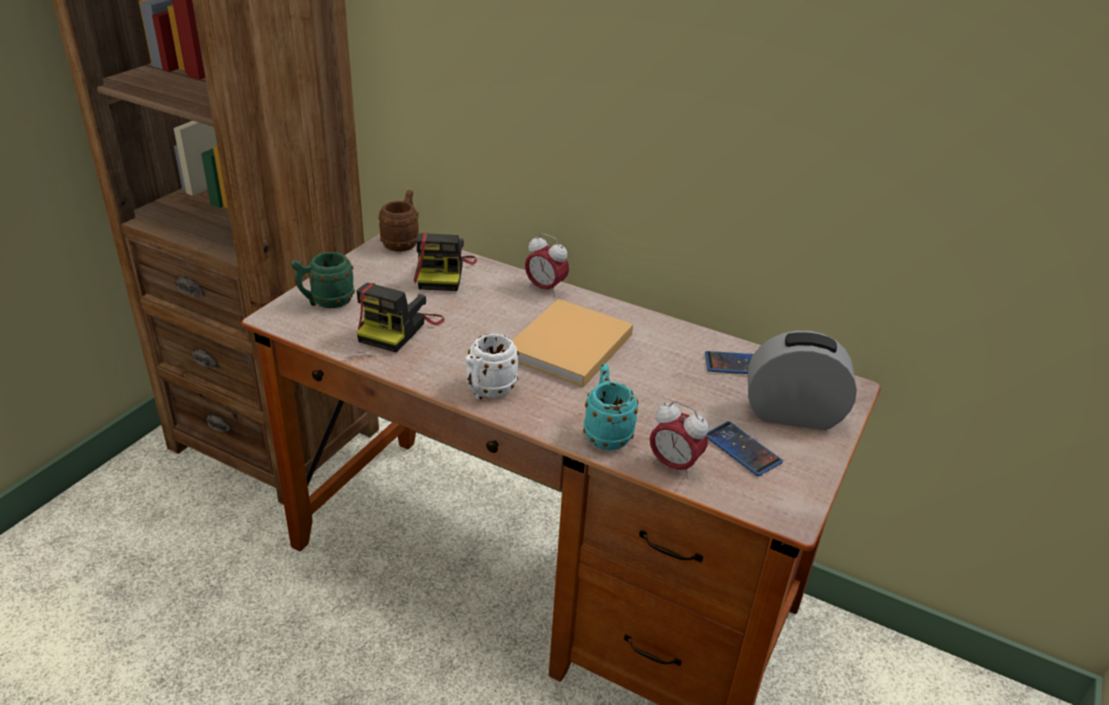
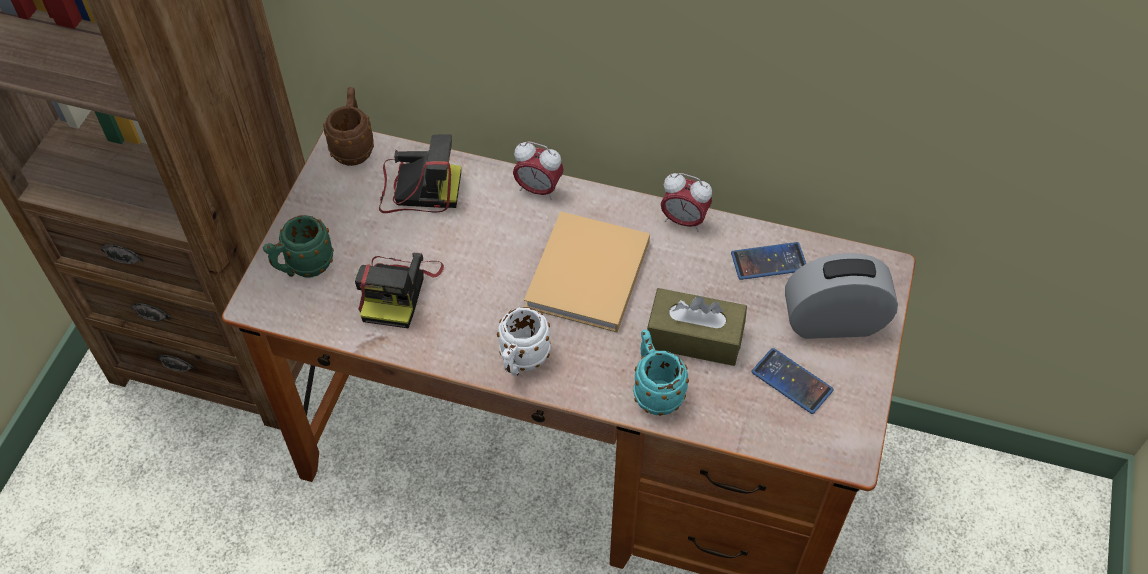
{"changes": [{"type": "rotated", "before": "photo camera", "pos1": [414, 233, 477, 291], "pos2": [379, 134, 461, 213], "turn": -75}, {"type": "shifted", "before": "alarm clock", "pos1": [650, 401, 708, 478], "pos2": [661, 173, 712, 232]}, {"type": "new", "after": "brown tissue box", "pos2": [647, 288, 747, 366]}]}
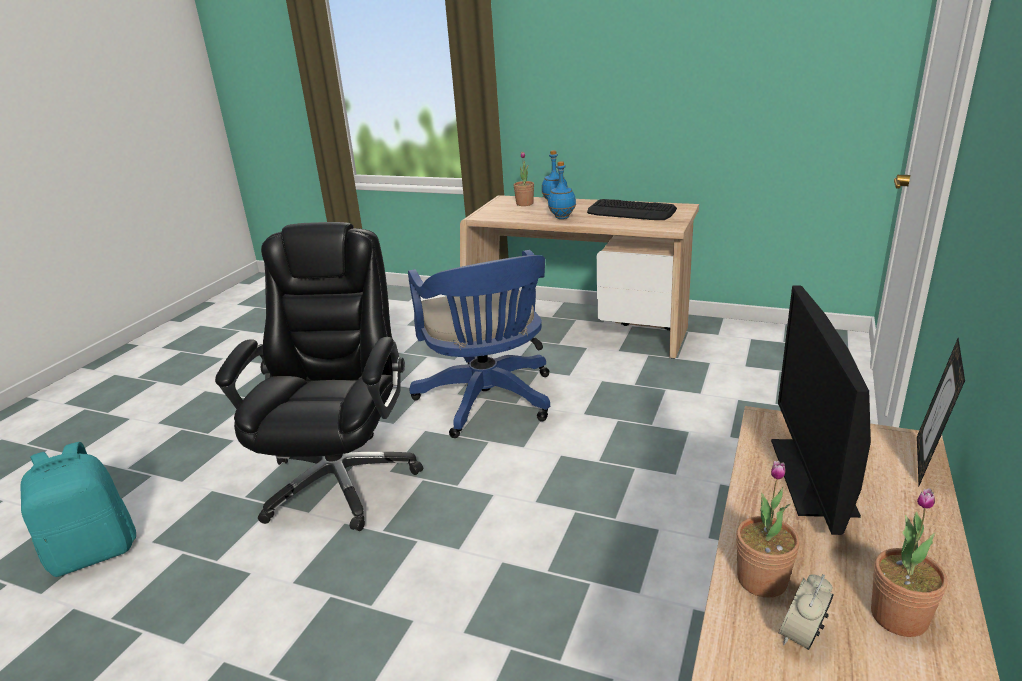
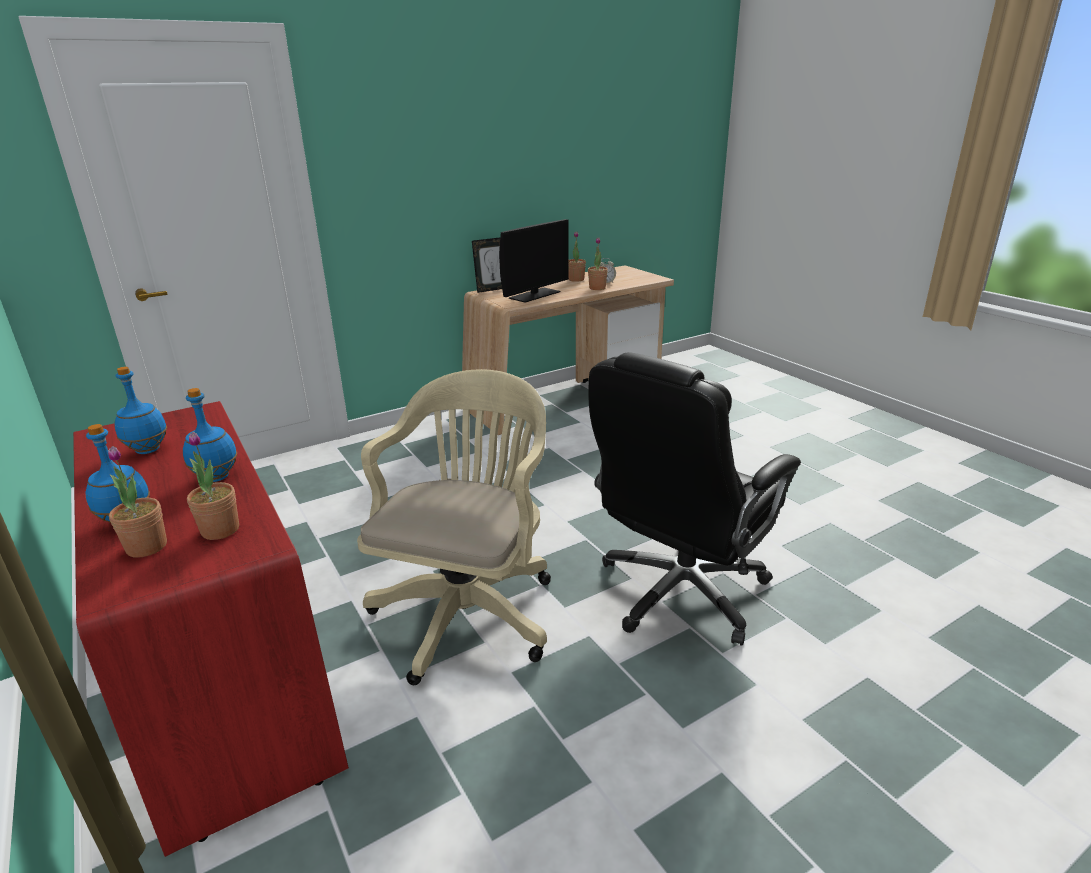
{"changes": [{"type": "gone", "before": "turquoise backpack", "pos1": [20, 442, 136, 577]}, {"type": "repainted", "before": "blue office chair", "after": "beige office chair", "pos1": [408, 250, 550, 438], "pos2": [357, 369, 551, 685]}, {"type": "repainted", "before": "beige desk", "after": "red desk", "pos1": [460, 195, 699, 359], "pos2": [73, 401, 349, 857]}, {"type": "swapped", "before": "keyboard", "after": "blue bottle", "pos1": [587, 199, 677, 220], "pos2": [114, 367, 167, 454]}, {"type": "new", "after": "potted plant", "pos2": [187, 432, 239, 540]}]}
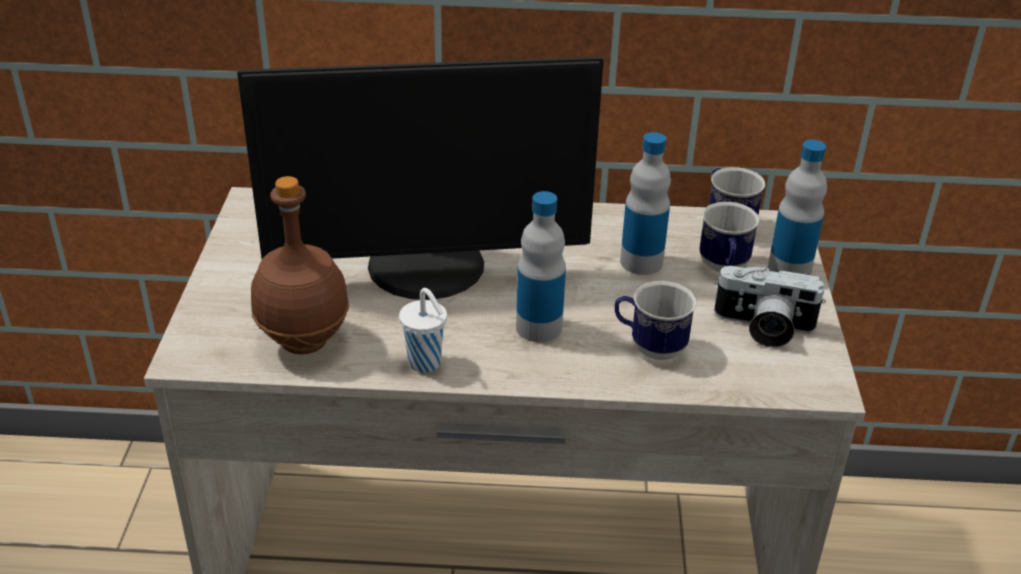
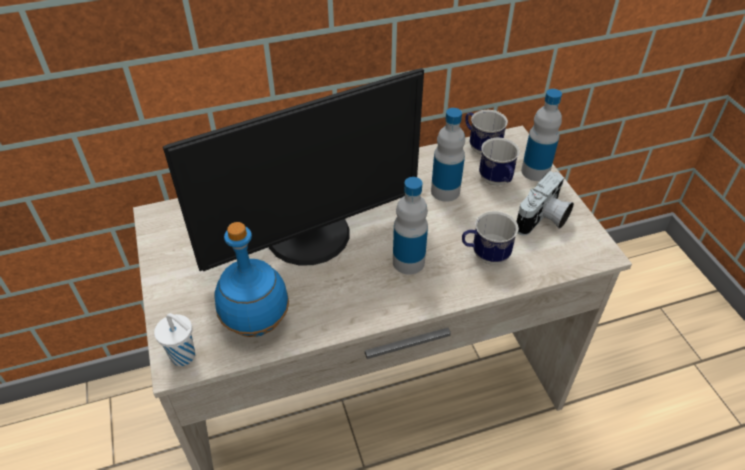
{"changes": [{"type": "repainted", "before": "brown bottle", "after": "blue bottle", "pos1": [251, 176, 349, 354], "pos2": [214, 222, 289, 337]}, {"type": "shifted", "before": "white cup", "pos1": [399, 288, 447, 373], "pos2": [154, 313, 195, 366]}, {"type": "rotated", "before": "photo camera", "pos1": [714, 266, 826, 348], "pos2": [516, 171, 574, 235], "turn": -45}]}
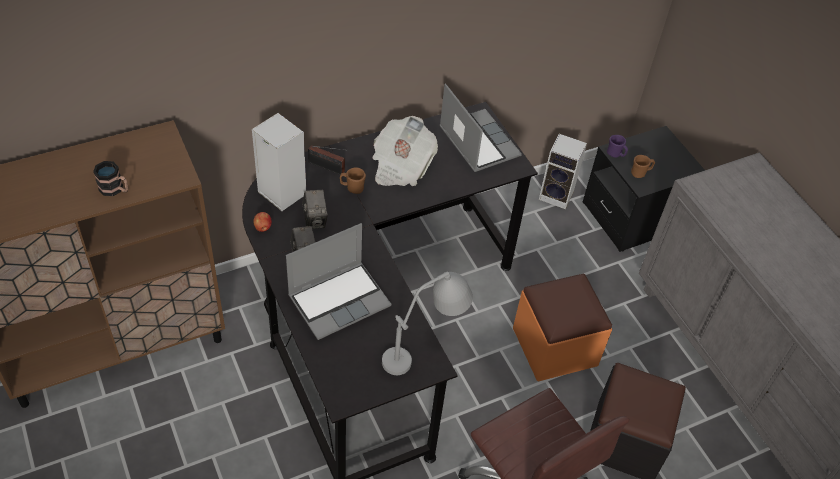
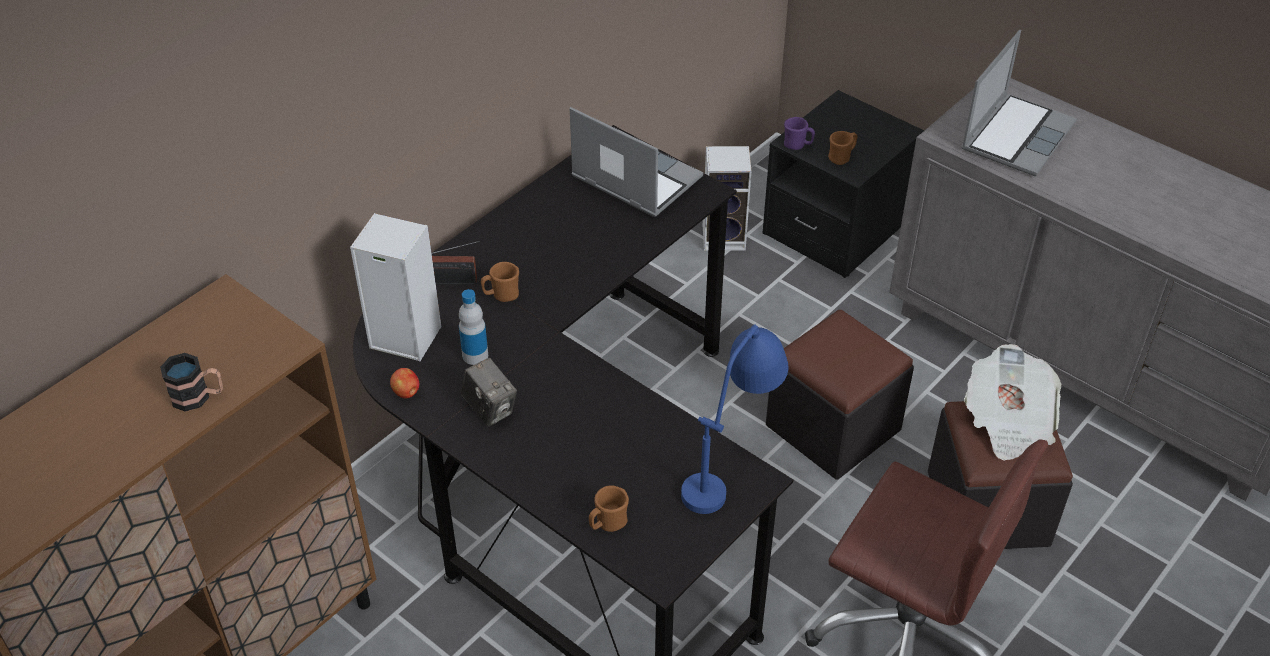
{"changes": [{"type": "shifted", "before": "laptop", "pos1": [286, 223, 391, 340], "pos2": [962, 30, 1077, 177]}, {"type": "swapped", "before": "photo camera", "after": "bottle", "pos1": [302, 190, 328, 229], "pos2": [459, 289, 488, 365]}, {"type": "shifted", "before": "newspaper", "pos1": [372, 116, 438, 186], "pos2": [964, 344, 1061, 461]}, {"type": "repainted", "before": "grey table lamp", "after": "blue table lamp", "pos1": [382, 271, 473, 375], "pos2": [681, 324, 788, 514]}, {"type": "repainted", "before": "orange ottoman", "after": "black ottoman", "pos1": [513, 274, 612, 381], "pos2": [766, 310, 914, 480]}, {"type": "new", "after": "brown mug", "pos2": [589, 485, 629, 532]}]}
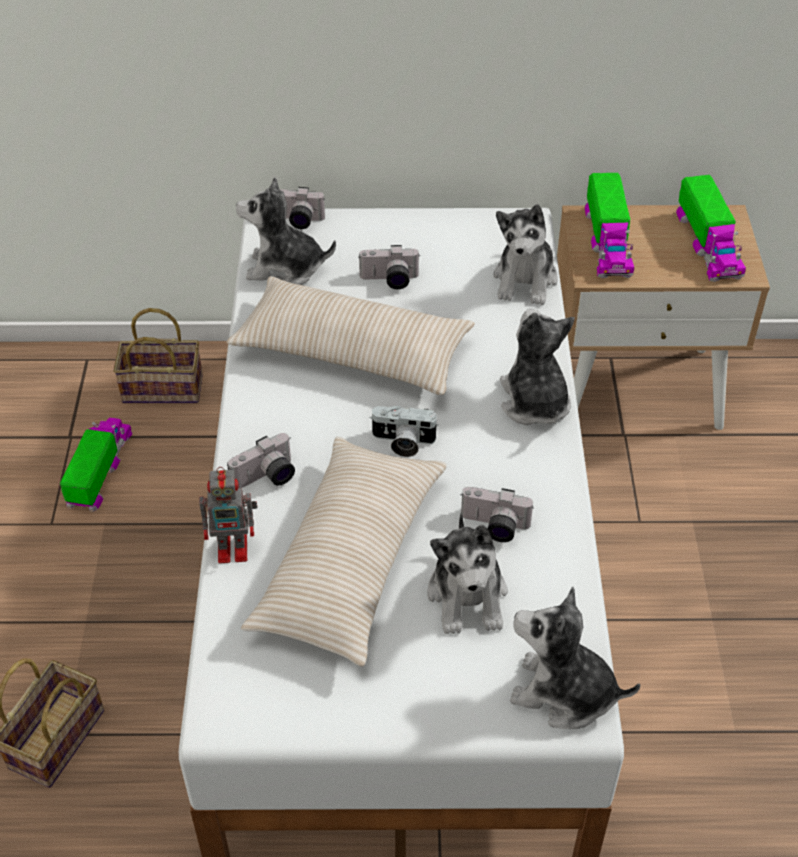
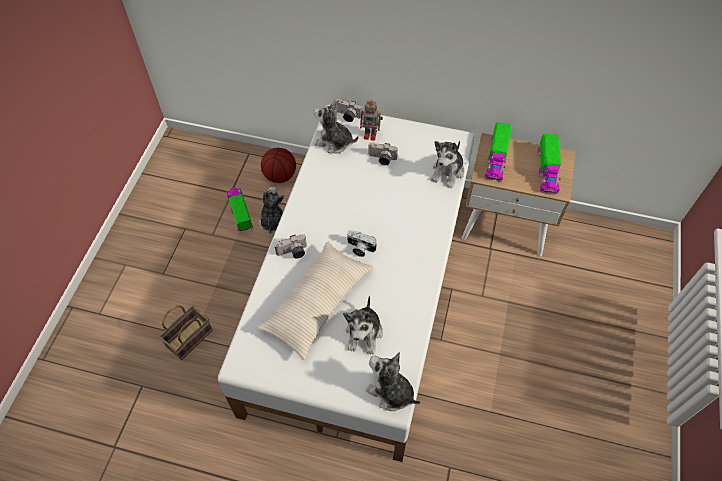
{"changes": [{"type": "rotated", "before": "toy truck", "pos1": [60, 418, 132, 512], "pos2": [226, 187, 253, 234], "turn": -45}, {"type": "swapped", "before": "basket", "after": "basketball", "pos1": [113, 308, 203, 403], "pos2": [261, 148, 296, 183]}, {"type": "shifted", "before": "toy robot", "pos1": [199, 467, 257, 563], "pos2": [360, 100, 383, 141]}, {"type": "gone", "before": "beige pillow", "pos1": [227, 276, 475, 395]}, {"type": "gone", "before": "photo camera", "pos1": [461, 487, 534, 542]}, {"type": "shifted", "before": "plush toy", "pos1": [500, 309, 575, 425], "pos2": [259, 186, 284, 234]}]}
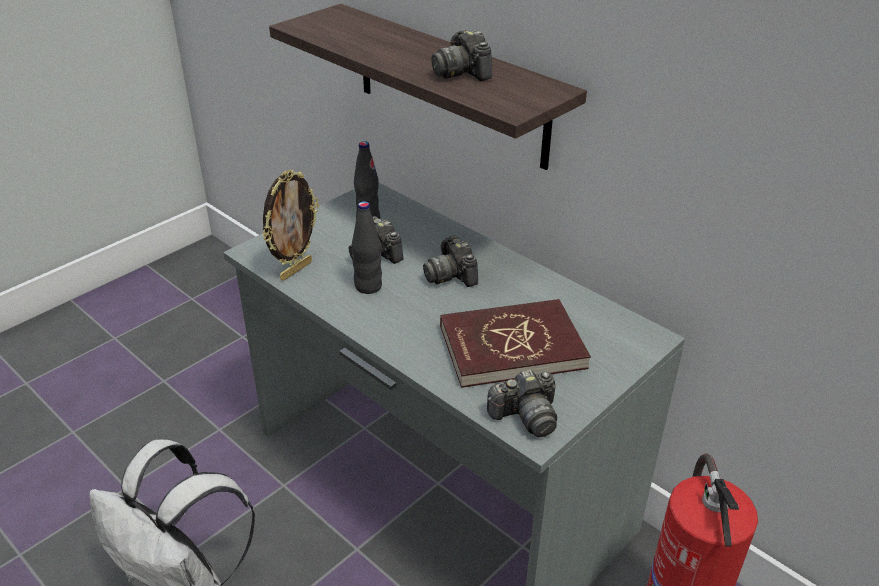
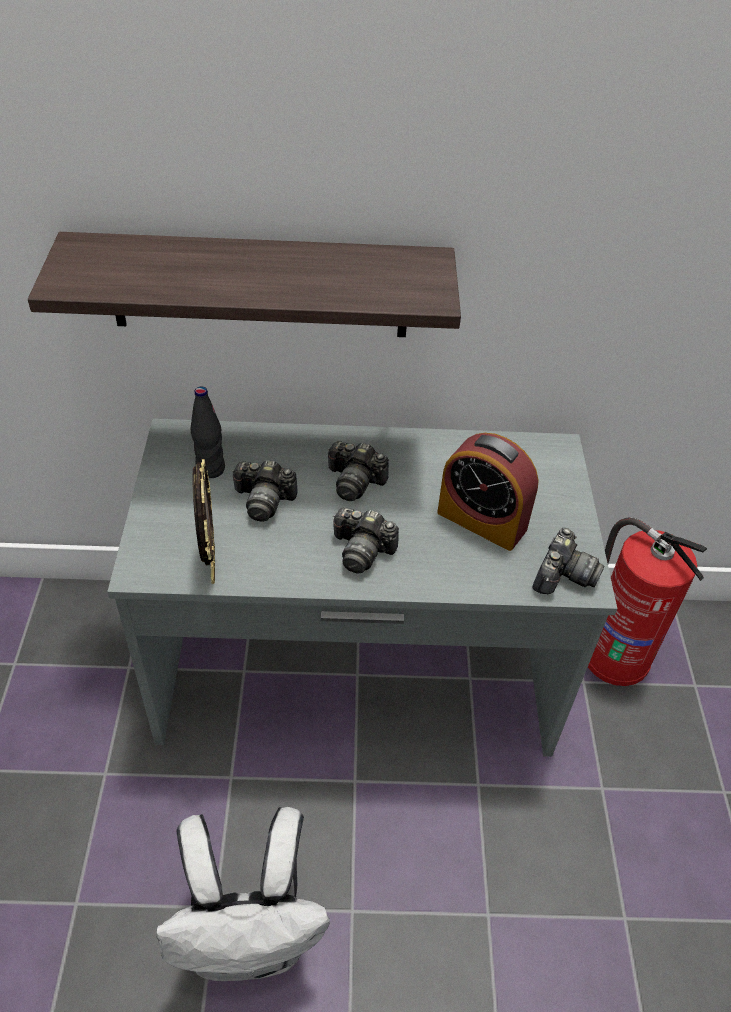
{"changes": [{"type": "gone", "before": "black bottle", "pos1": [352, 201, 382, 294]}, {"type": "shifted", "before": "photo camera", "pos1": [431, 30, 492, 81], "pos2": [333, 507, 399, 573]}, {"type": "swapped", "before": "red book", "after": "alarm clock", "pos1": [440, 299, 591, 388], "pos2": [437, 433, 539, 551]}]}
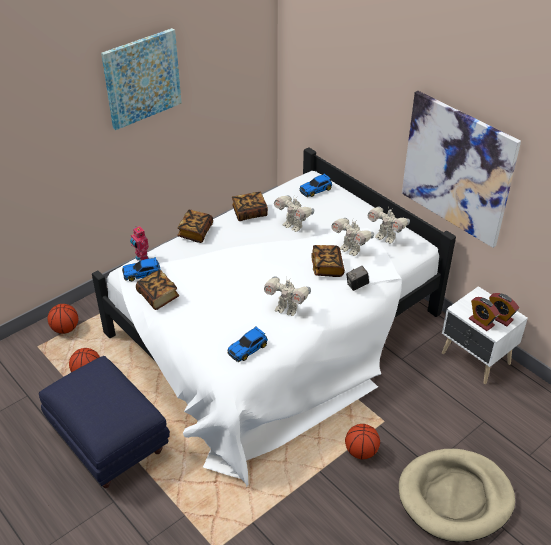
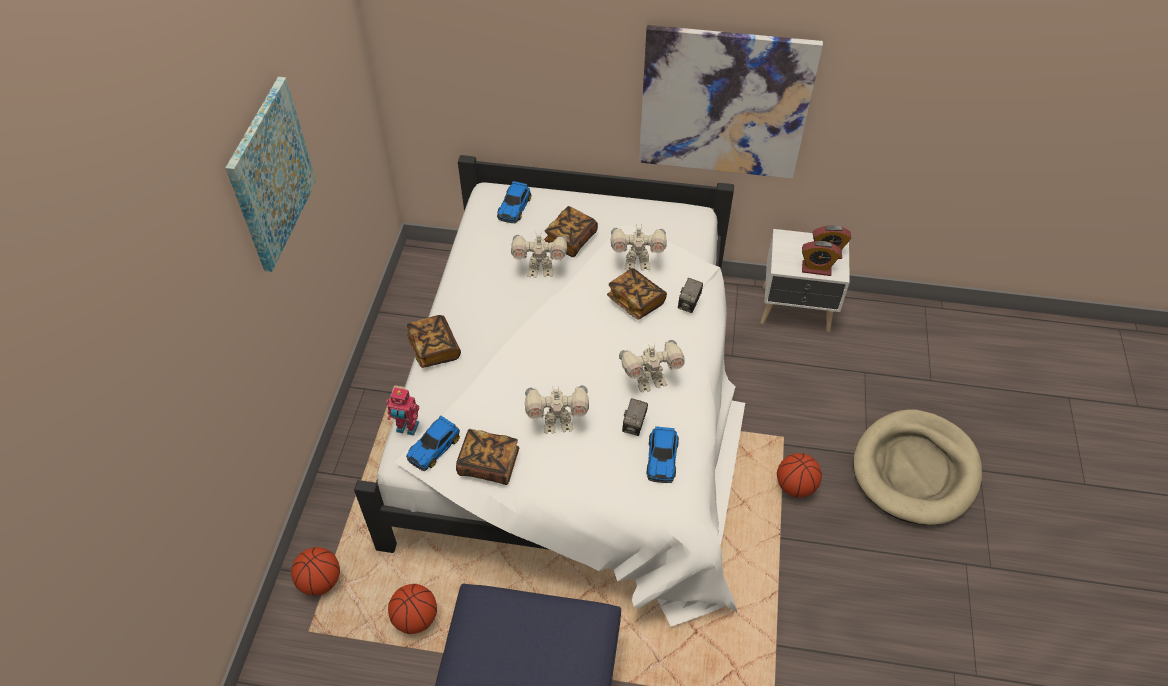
{"changes": [{"type": "shifted", "before": "book", "pos1": [232, 192, 268, 221], "pos2": [544, 206, 598, 257]}, {"type": "shifted", "before": "toy robot", "pos1": [368, 207, 410, 243], "pos2": [525, 385, 589, 434]}, {"type": "new", "after": "photo camera", "pos2": [622, 398, 648, 436]}]}
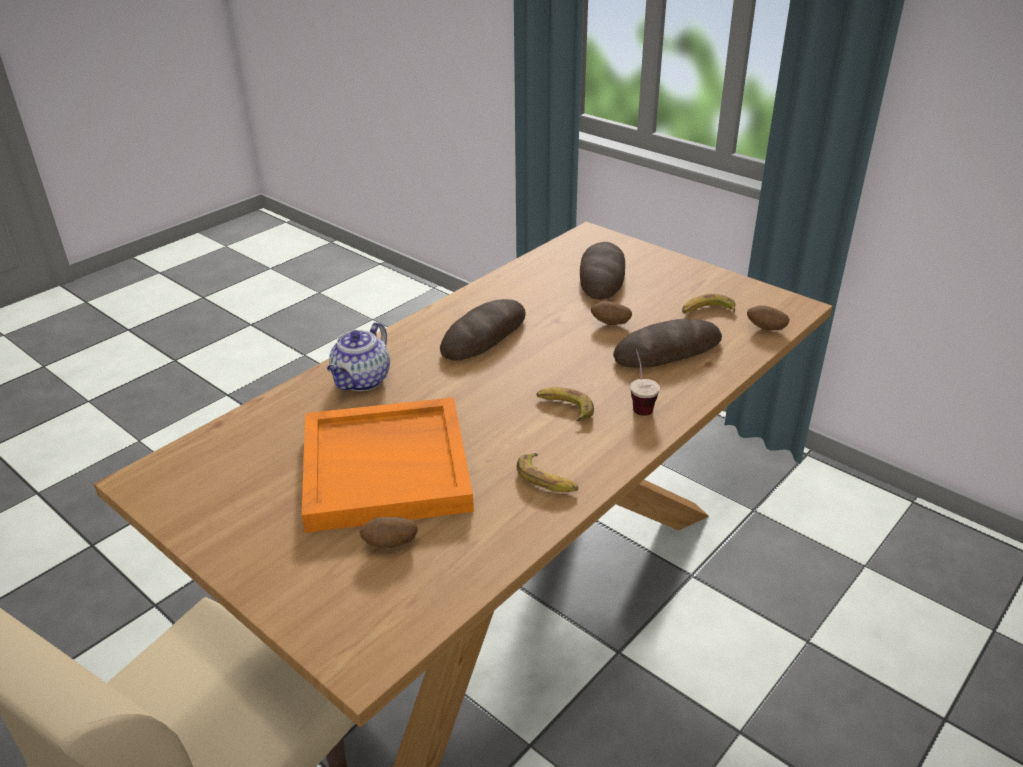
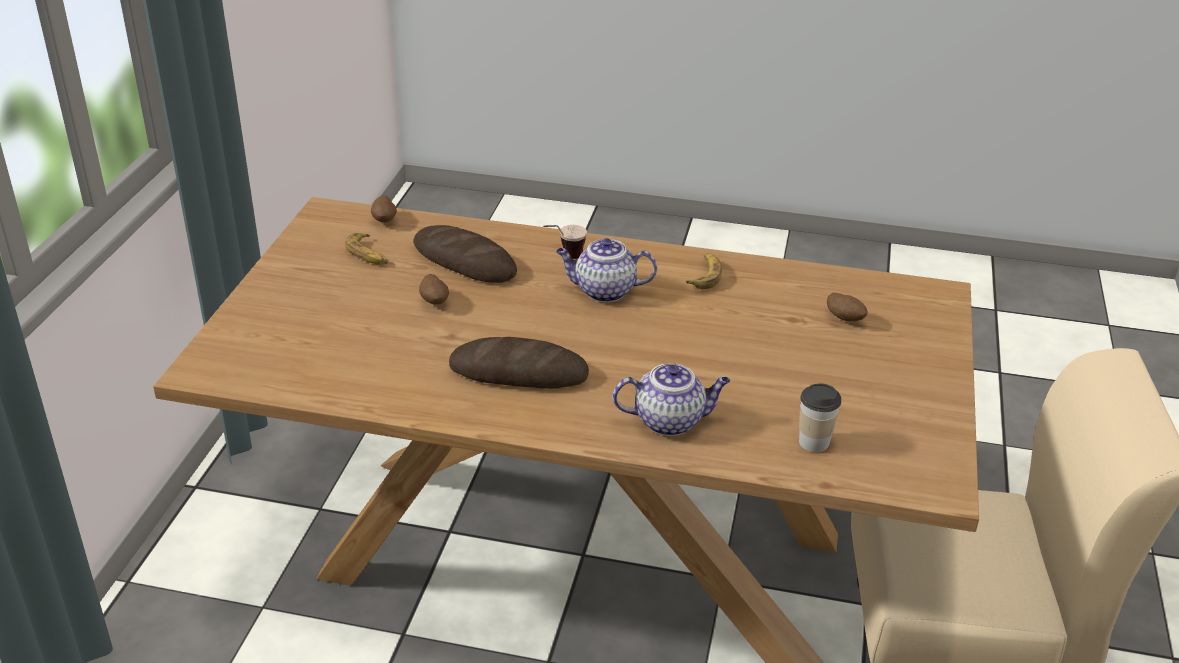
{"changes": [{"type": "gone", "before": "orange tray", "pos1": [302, 397, 474, 533]}, {"type": "swapped", "before": "banana", "after": "teapot", "pos1": [536, 387, 594, 421], "pos2": [556, 238, 657, 302]}, {"type": "gone", "before": "bread", "pos1": [580, 242, 625, 300]}, {"type": "new", "after": "cup", "pos2": [799, 383, 841, 452]}]}
